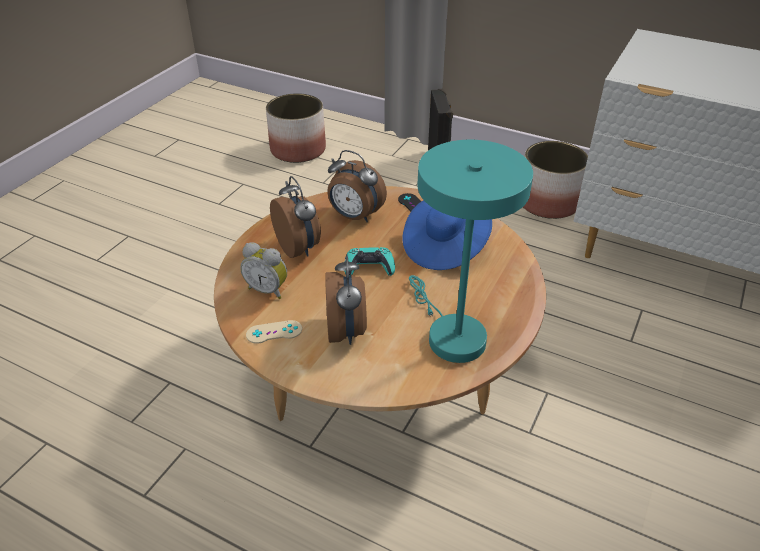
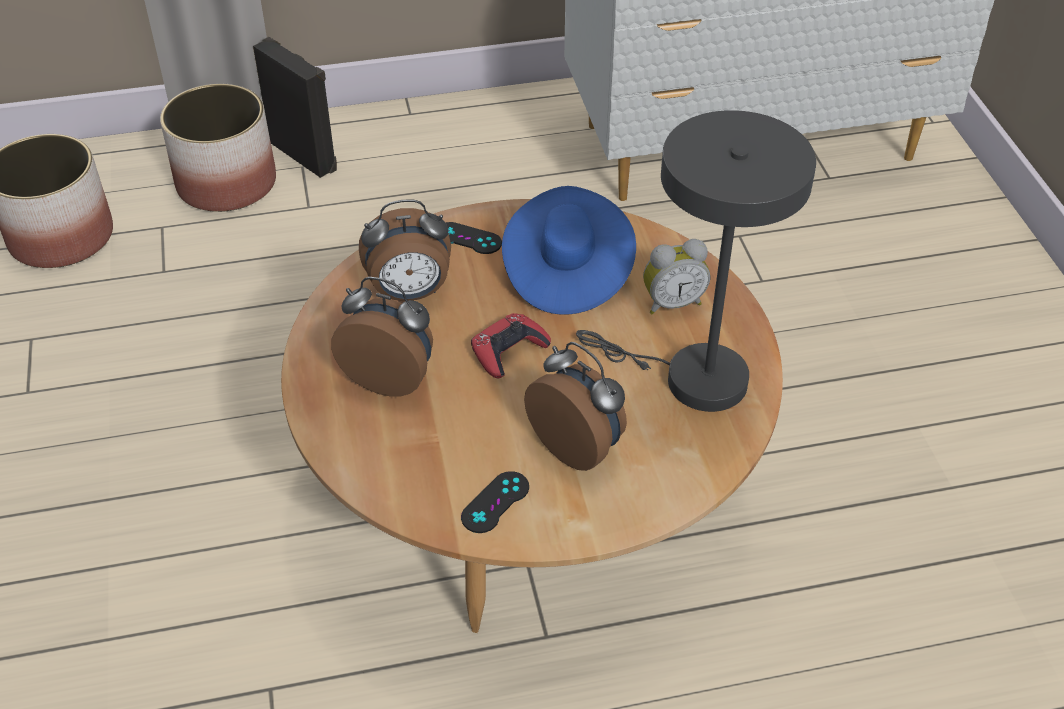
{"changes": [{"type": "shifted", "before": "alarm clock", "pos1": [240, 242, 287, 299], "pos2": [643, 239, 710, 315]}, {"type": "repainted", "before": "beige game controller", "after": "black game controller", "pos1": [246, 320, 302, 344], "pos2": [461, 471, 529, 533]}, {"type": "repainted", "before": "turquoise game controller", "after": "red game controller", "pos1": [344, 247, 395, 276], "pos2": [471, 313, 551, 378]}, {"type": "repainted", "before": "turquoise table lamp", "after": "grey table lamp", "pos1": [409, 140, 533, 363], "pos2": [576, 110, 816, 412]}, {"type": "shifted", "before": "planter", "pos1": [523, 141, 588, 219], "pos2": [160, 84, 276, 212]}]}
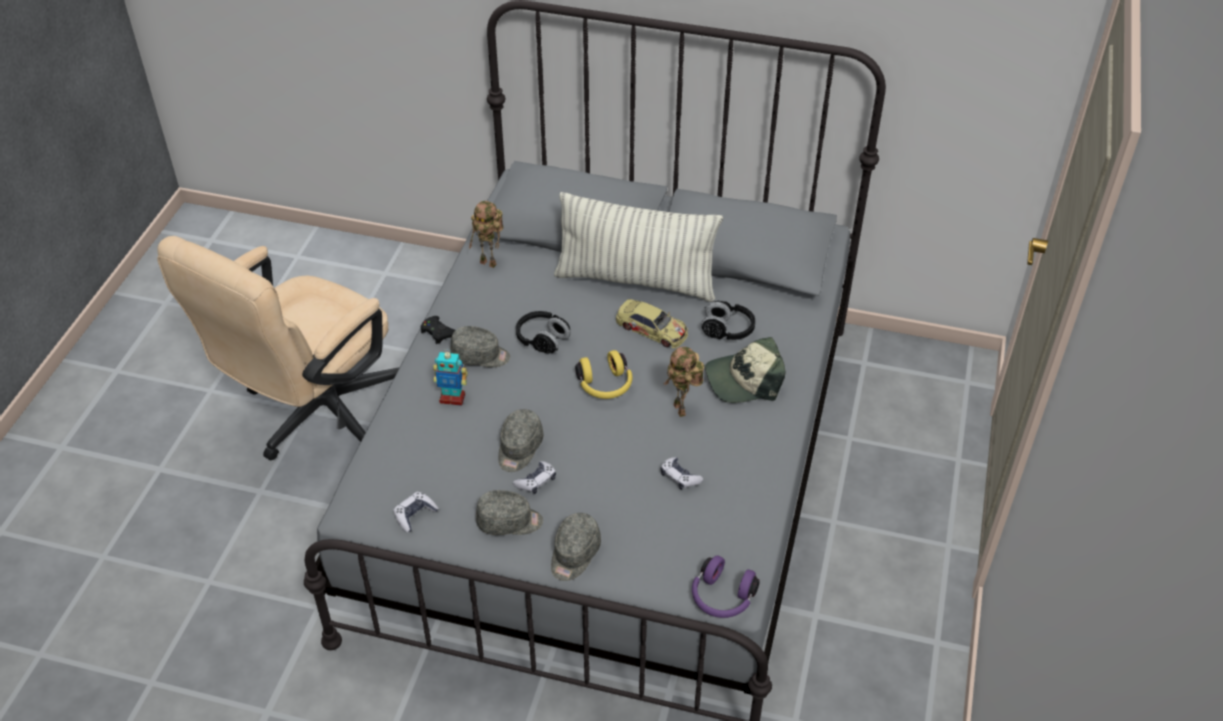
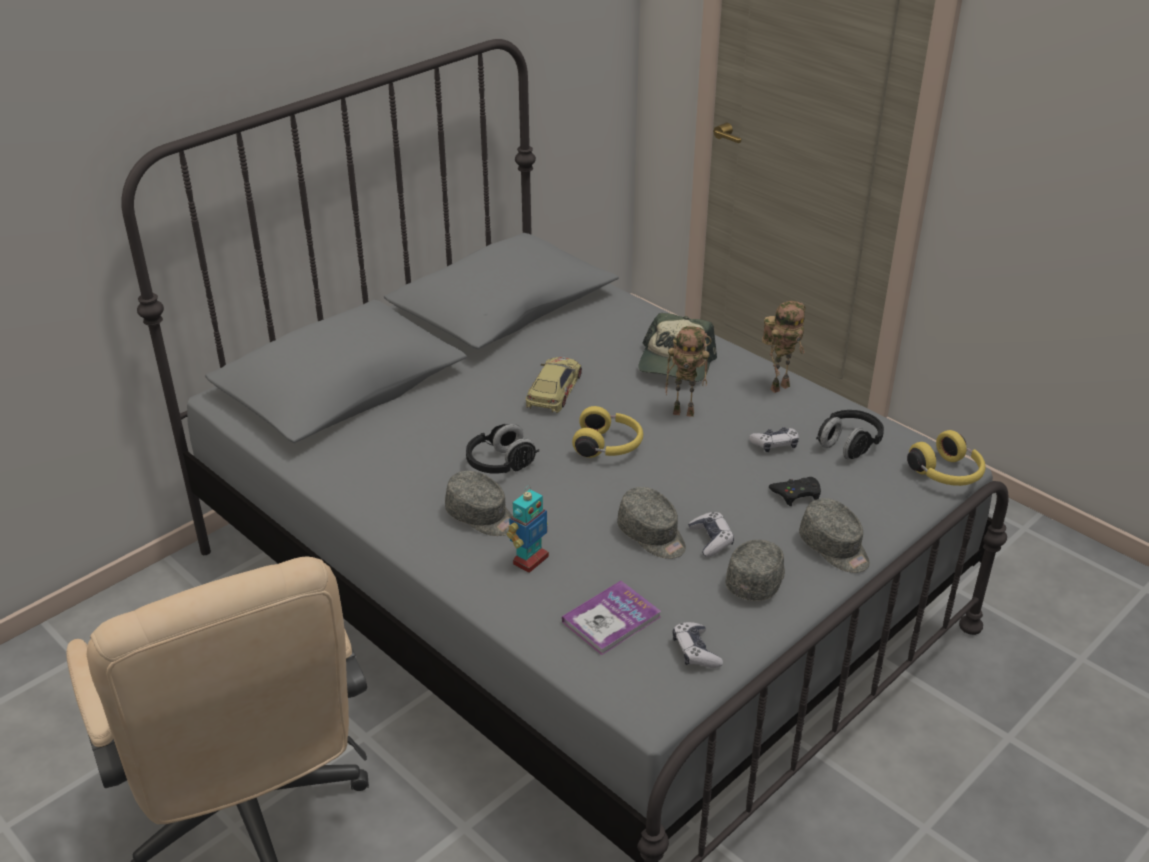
{"changes": [{"type": "shifted", "before": "black game controller", "pos1": [420, 316, 455, 344], "pos2": [769, 477, 821, 506]}, {"type": "rotated", "before": "grey cap", "pos1": [450, 326, 510, 368], "pos2": [445, 471, 512, 536], "turn": 90}, {"type": "shifted", "before": "toy robot", "pos1": [469, 201, 503, 268], "pos2": [762, 301, 806, 393]}, {"type": "gone", "before": "pillow", "pos1": [554, 192, 723, 302]}, {"type": "rotated", "before": "toy car", "pos1": [616, 299, 688, 348], "pos2": [526, 357, 582, 413], "turn": -45}, {"type": "repainted", "before": "purple headphones", "after": "yellow headphones", "pos1": [692, 556, 760, 618], "pos2": [907, 430, 986, 486]}, {"type": "shifted", "before": "black headphones", "pos1": [701, 301, 755, 340], "pos2": [816, 410, 884, 459]}, {"type": "new", "after": "book", "pos2": [562, 581, 661, 655]}]}
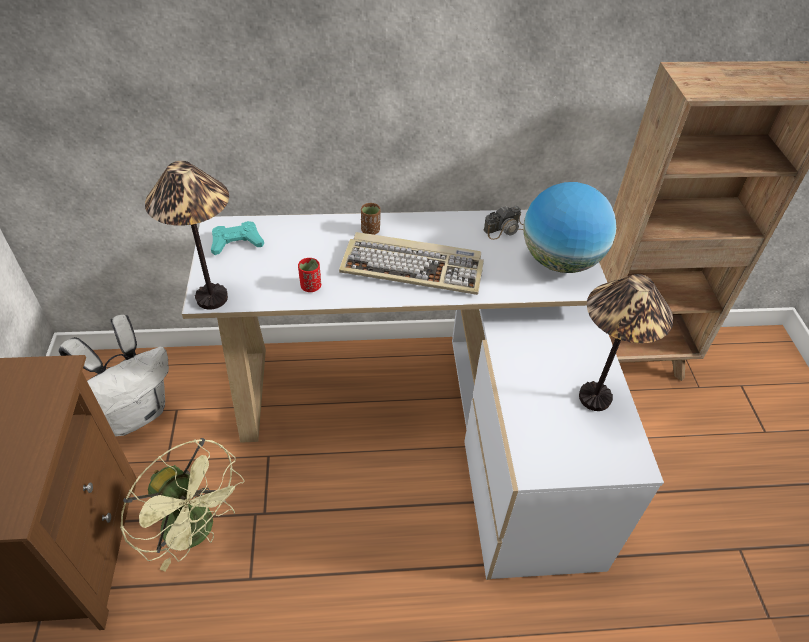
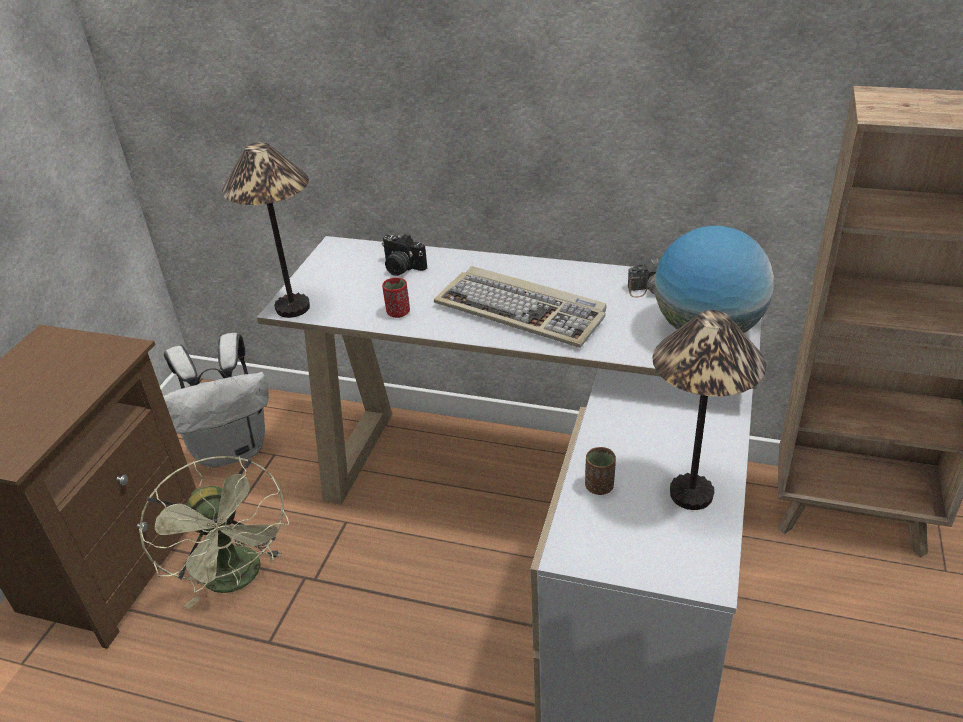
{"changes": [{"type": "gone", "before": "turquoise game controller", "pos1": [211, 221, 264, 255]}, {"type": "shifted", "before": "brown cup", "pos1": [361, 203, 381, 235], "pos2": [585, 447, 616, 495]}, {"type": "new", "after": "photo camera", "pos2": [382, 234, 427, 276]}]}
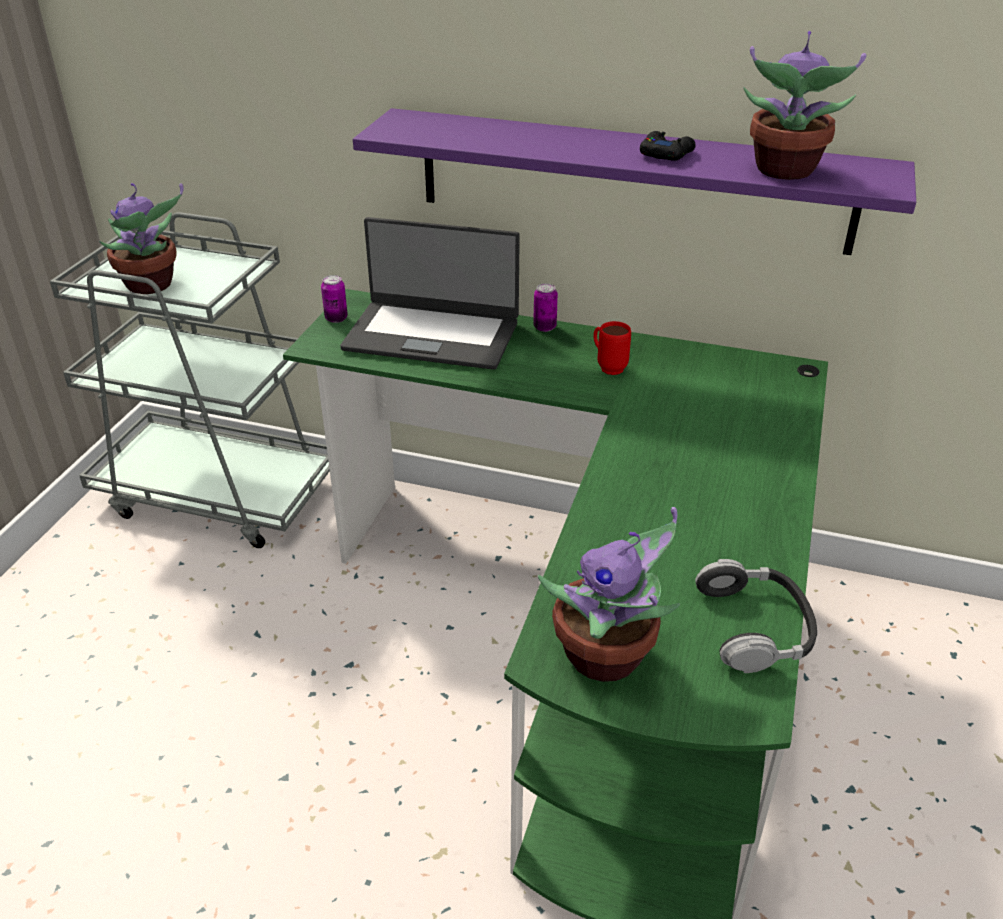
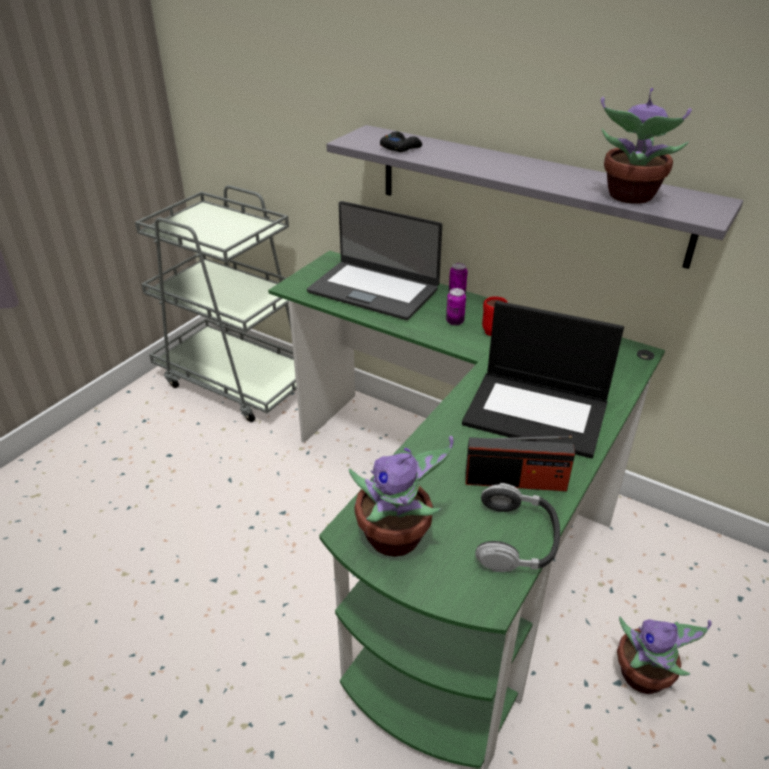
{"changes": [{"type": "shifted", "before": "potted plant", "pos1": [99, 183, 184, 294], "pos2": [617, 617, 712, 694]}, {"type": "shifted", "before": "can", "pos1": [321, 275, 348, 323], "pos2": [446, 288, 466, 326]}, {"type": "repainted", "before": "purple shelf", "after": "grey shelf", "pos1": [353, 108, 916, 255], "pos2": [326, 125, 743, 269]}, {"type": "shifted", "before": "black game controller", "pos1": [640, 131, 696, 161], "pos2": [380, 131, 422, 152]}, {"type": "new", "after": "laptop", "pos2": [462, 301, 624, 458]}, {"type": "new", "after": "radio", "pos2": [465, 436, 575, 491]}]}
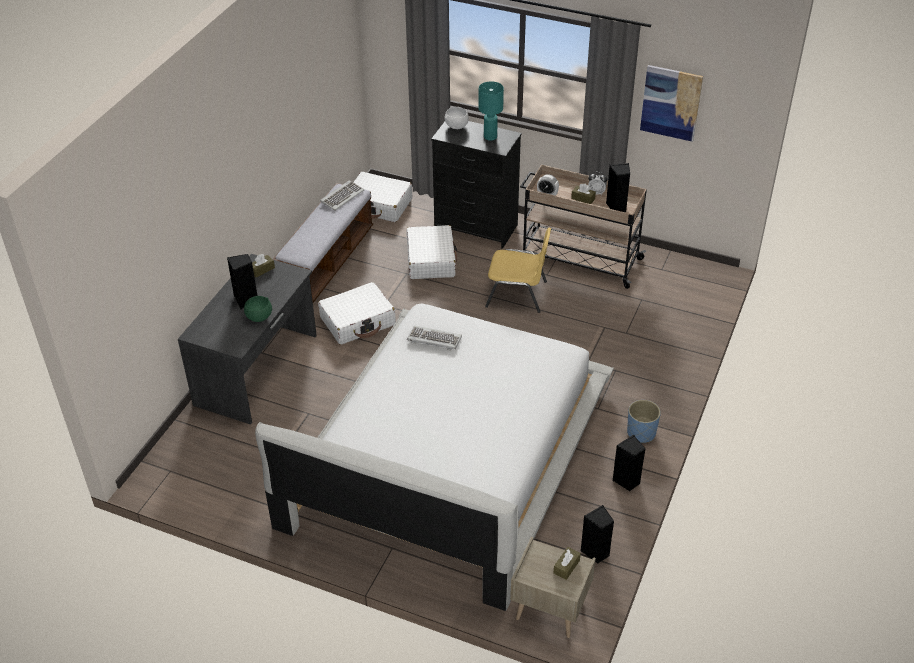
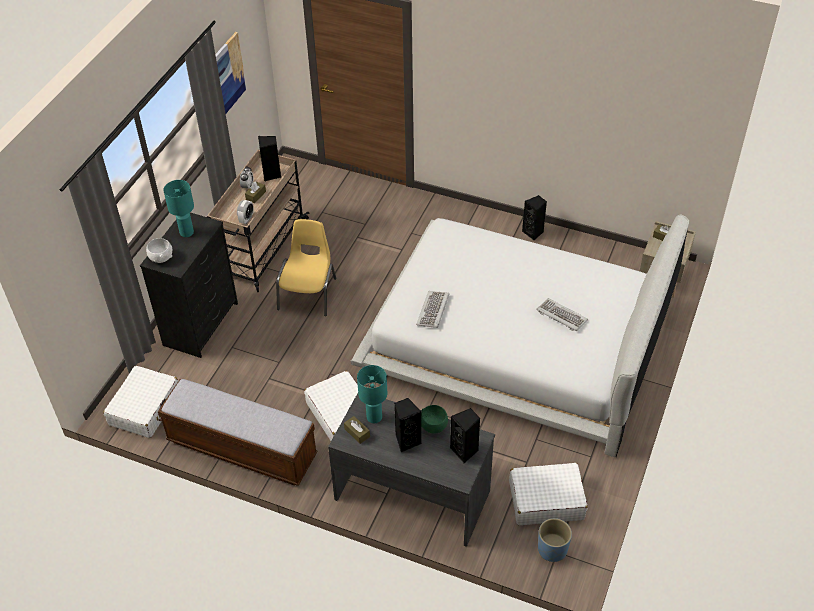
{"changes": [{"type": "shifted", "before": "keyboard", "pos1": [320, 180, 364, 211], "pos2": [536, 298, 588, 331]}, {"type": "shifted", "before": "white suitcase", "pos1": [406, 225, 457, 279], "pos2": [509, 463, 588, 525]}, {"type": "shifted", "before": "black speaker", "pos1": [581, 505, 614, 564], "pos2": [450, 408, 480, 463]}, {"type": "shifted", "before": "blue planter", "pos1": [627, 400, 661, 443], "pos2": [538, 518, 572, 562]}, {"type": "new", "after": "turquoise table lamp", "pos2": [357, 365, 387, 423]}]}
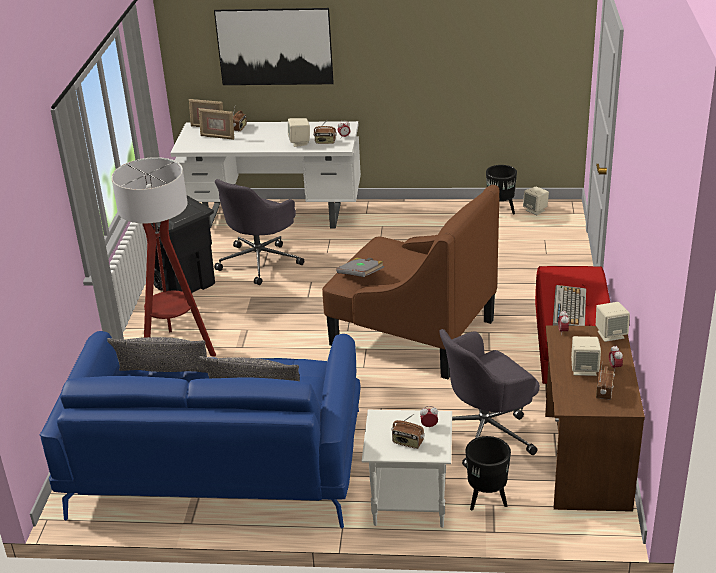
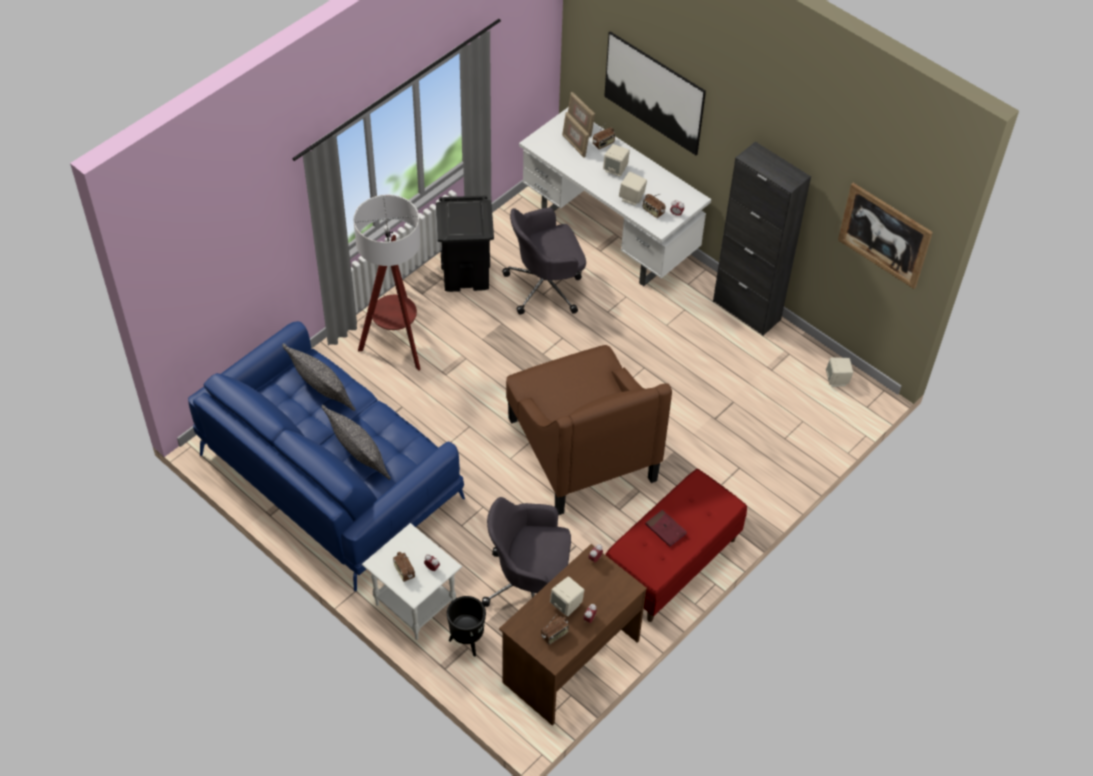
{"changes": [{"type": "gone", "before": "grey book", "pos1": [336, 257, 384, 277]}, {"type": "gone", "before": "black planter", "pos1": [486, 165, 517, 214]}, {"type": "swapped", "before": "keyboard", "after": "red book", "pos1": [553, 285, 586, 326], "pos2": [645, 510, 687, 547]}, {"type": "shifted", "before": "beige speaker", "pos1": [596, 302, 630, 342], "pos2": [603, 144, 630, 177]}, {"type": "new", "after": "black cabinet", "pos2": [713, 142, 811, 336]}, {"type": "new", "after": "picture", "pos2": [838, 183, 933, 289]}]}
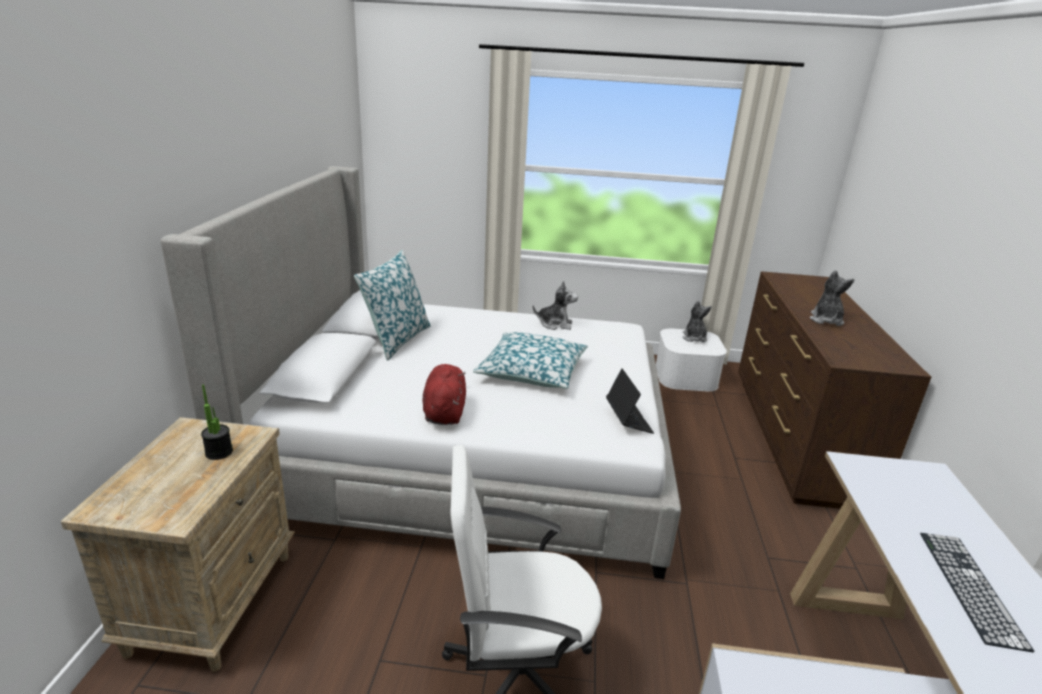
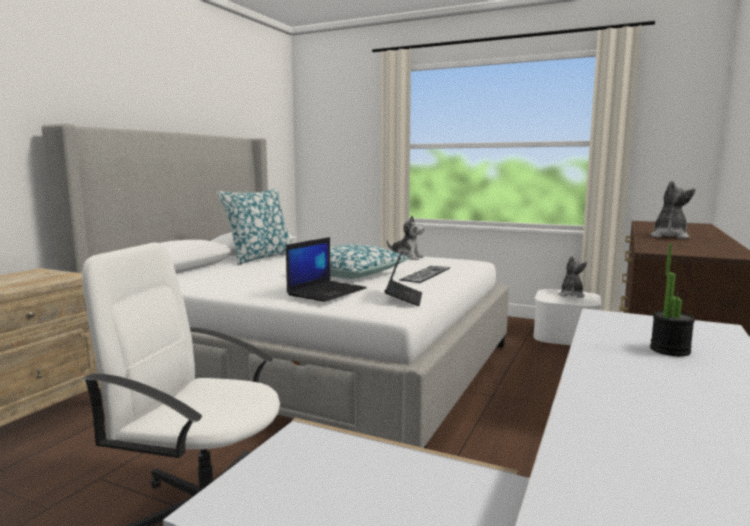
{"changes": [{"type": "shifted", "before": "potted plant", "pos1": [201, 384, 233, 460], "pos2": [650, 244, 695, 356]}, {"type": "gone", "before": "red plush toy", "pos1": [423, 364, 466, 425]}, {"type": "shifted", "before": "keyboard", "pos1": [920, 533, 1034, 652], "pos2": [399, 266, 450, 283]}, {"type": "new", "after": "laptop", "pos2": [286, 237, 367, 302]}]}
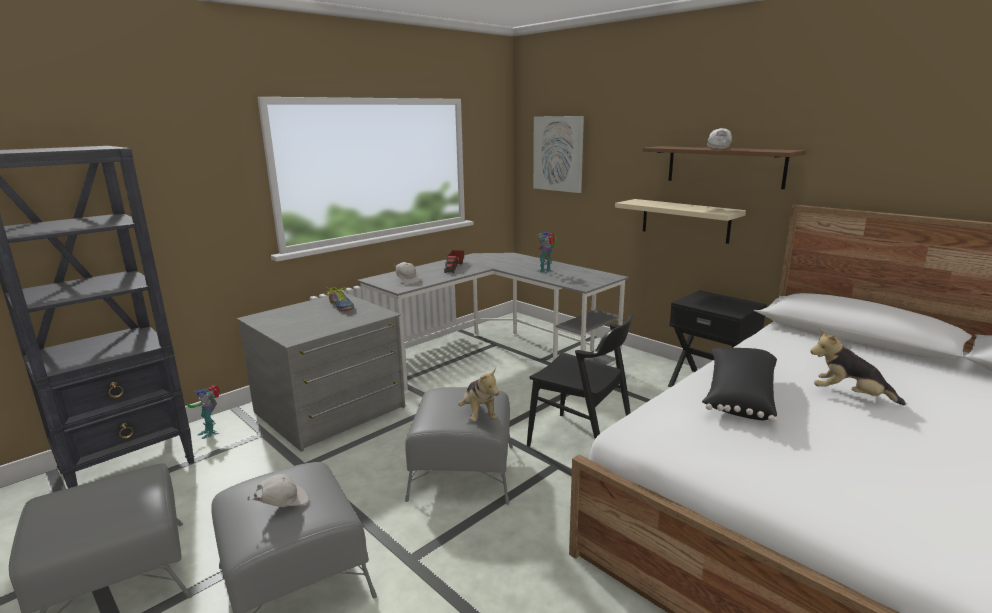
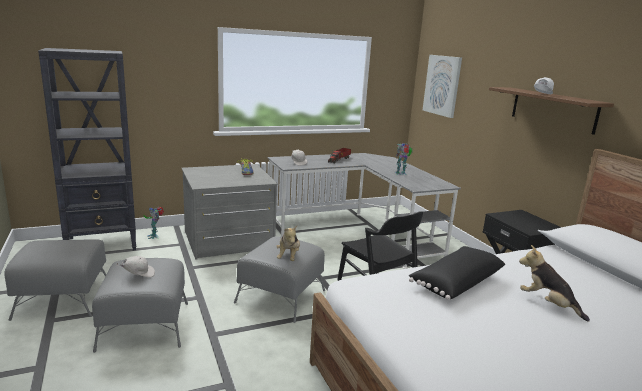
{"changes": [{"type": "gone", "before": "beige shelf", "pos1": [615, 199, 746, 244]}]}
